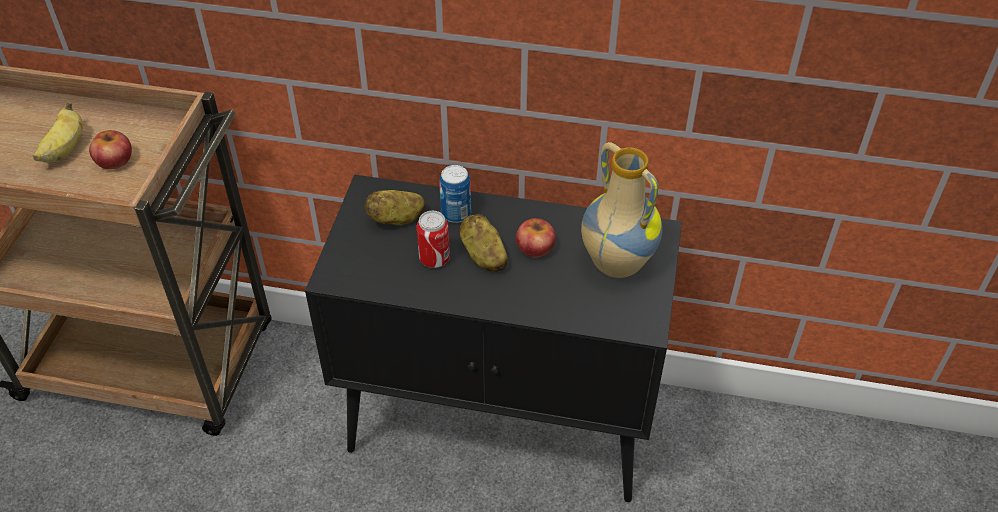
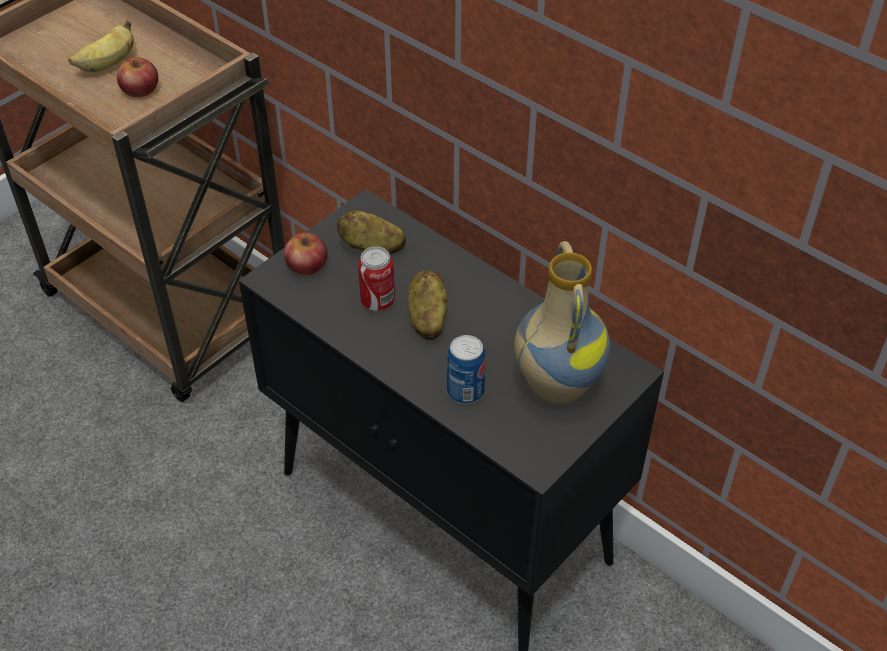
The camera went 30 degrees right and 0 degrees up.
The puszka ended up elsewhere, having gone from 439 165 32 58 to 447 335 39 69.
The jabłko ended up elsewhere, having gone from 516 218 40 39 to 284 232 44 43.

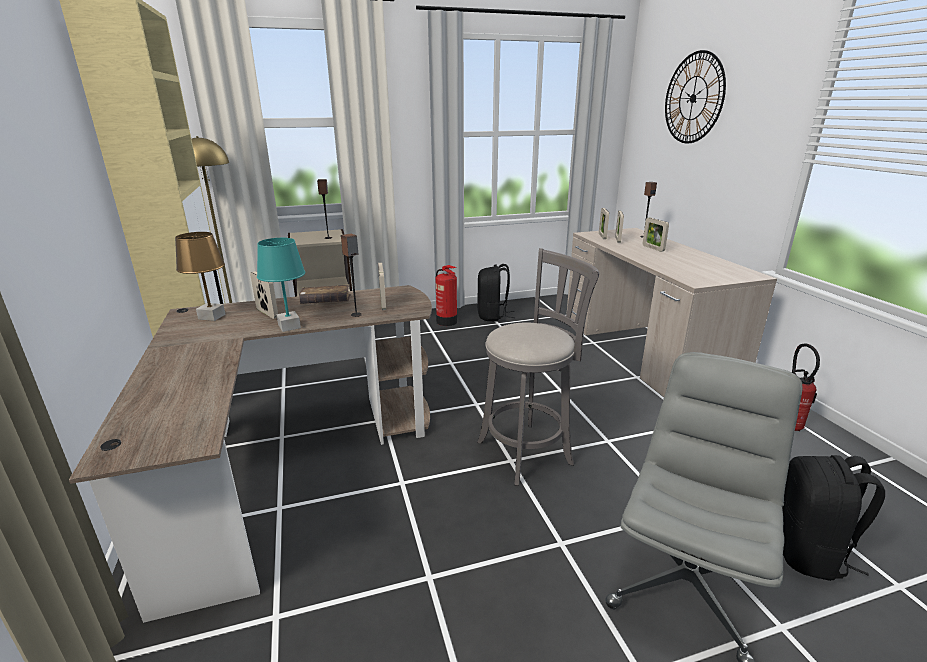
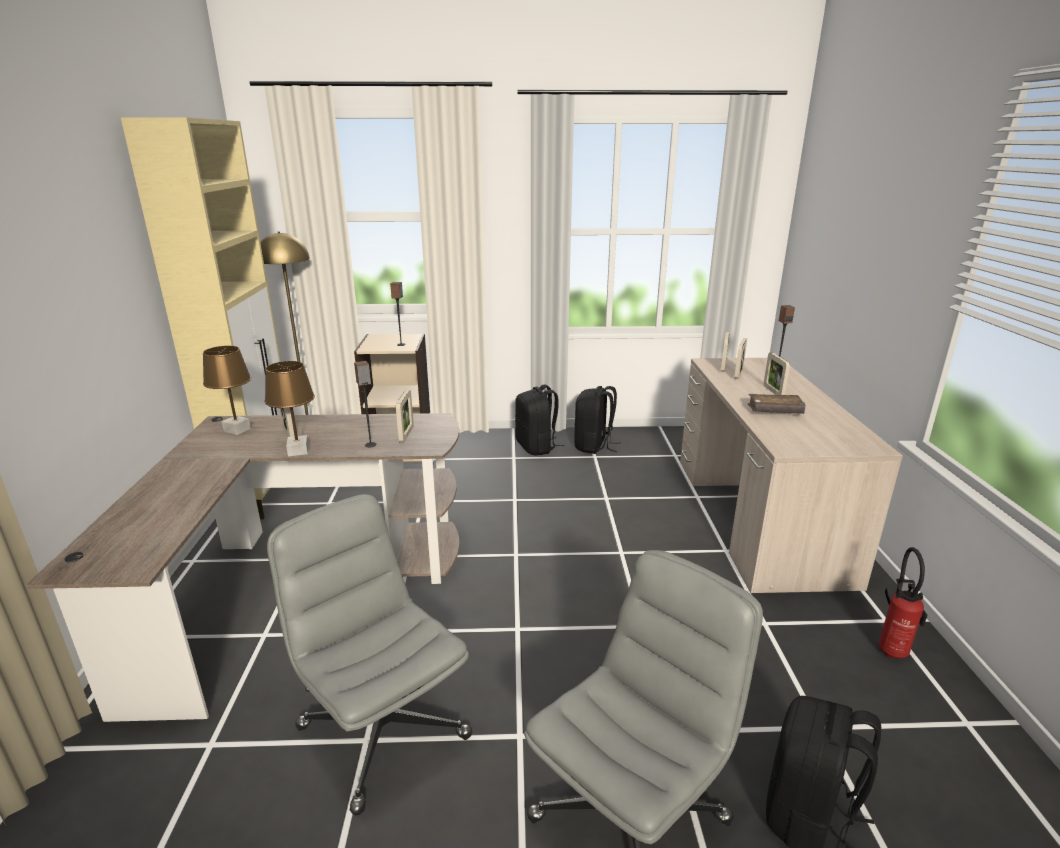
The camera went 15 degrees right and 0 degrees up.
The second view lost the zegar ścienny at 665 50 61 93.
What was the lampa stołowa (turkusowy) at 257 238 48 94 turned into the lampa stołowa (brązowy) at 265 361 50 95.
The second view lost the stołek (szary) at 477 248 122 238.
Where the gaśnica stood at 435 265 22 61, the plecak (czarny) came to stand at 515 385 49 71.
The książka (brązowy) ended up elsewhere, having gone from 299 284 52 20 to 748 394 58 20.
The second view gained the krzesło biurowe (szary) at 267 494 205 321.

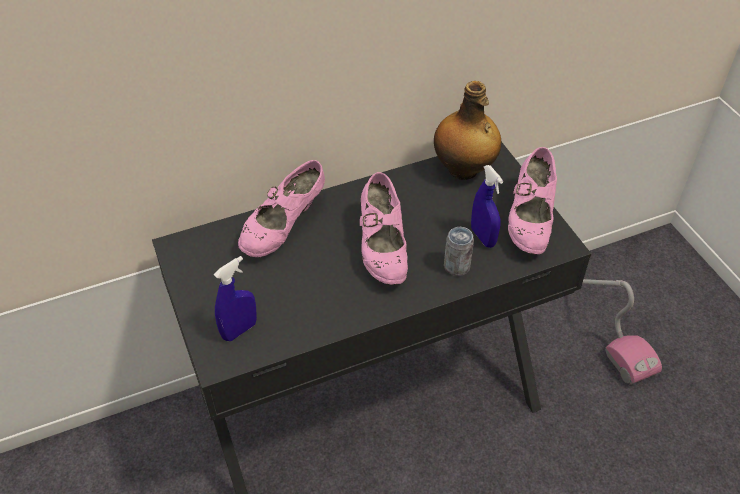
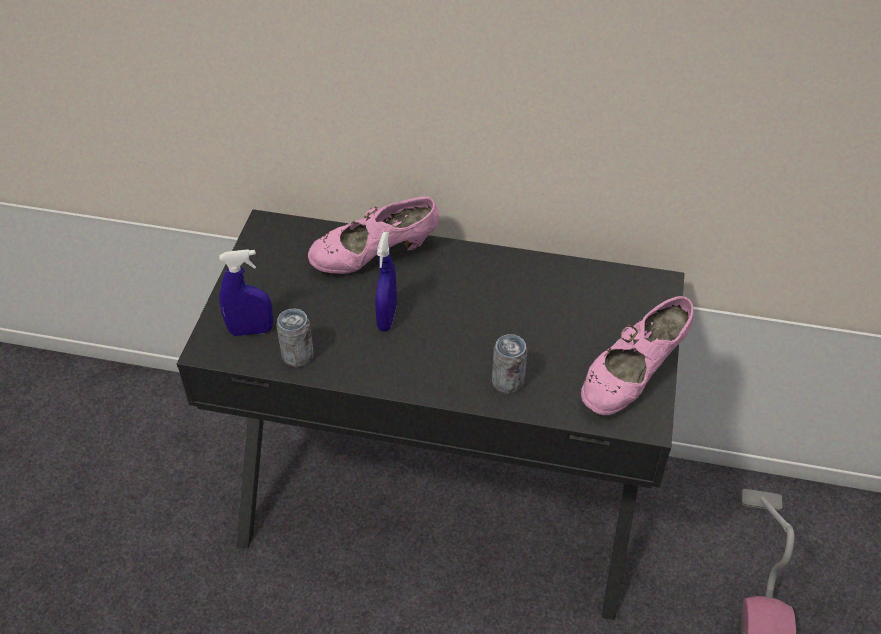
The camera went 35 degrees right and 0 degrees up.
The second view lost the butelka at 434 81 67 99.
The spryskiwacz (niebieski) ended up elsewhere, having gone from 471 165 32 83 to 375 232 22 99.
The second view lost the but (różowy) at 360 172 48 113.
The second view gained the puszka at 276 308 38 59.

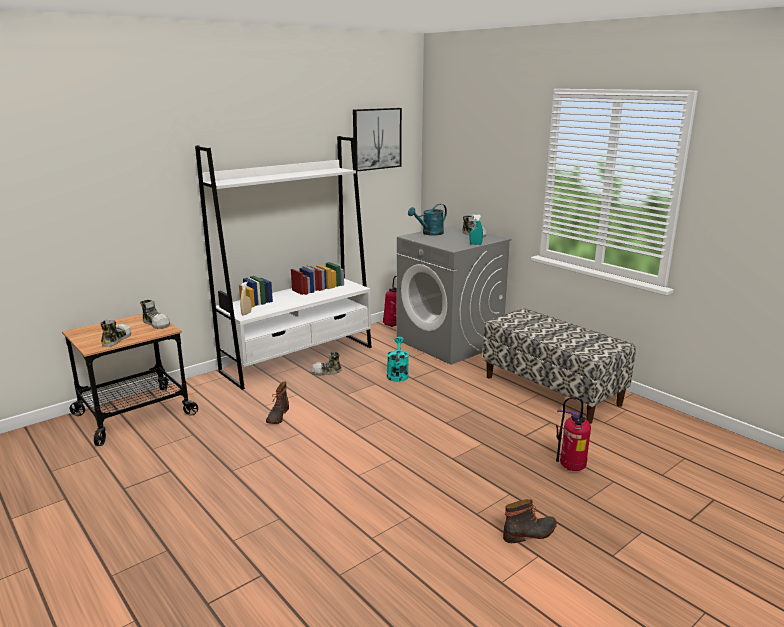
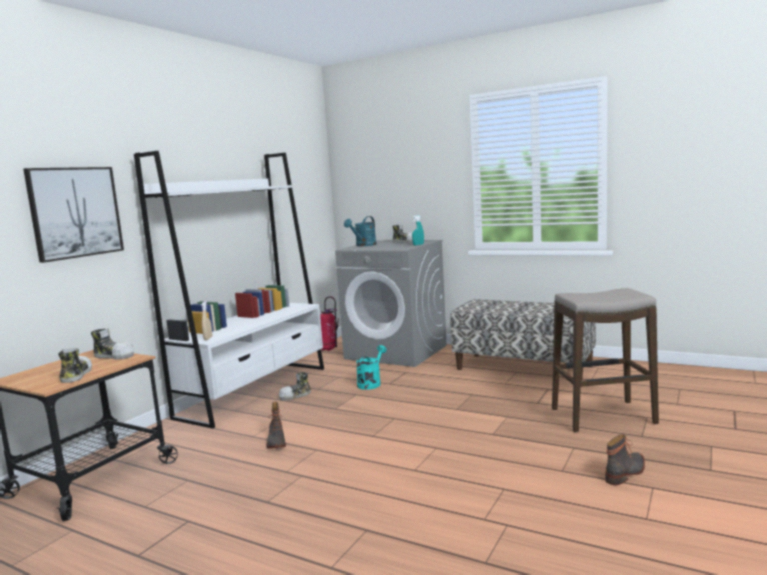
The camera went 20 degrees left and 10 degrees down.
The obraz ended up elsewhere, having gone from 353 108 49 64 to 23 167 101 96.
The konewka (turkusowy) at 387 337 22 45 ended up facing another way, 45 degrees clockwise from before.
Where the gaśnica stood at 556 397 35 74, the stołek came to stand at 552 288 107 144.

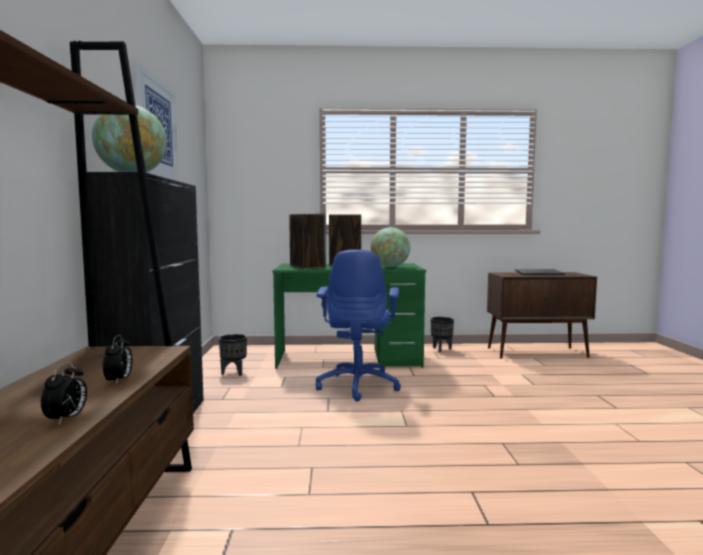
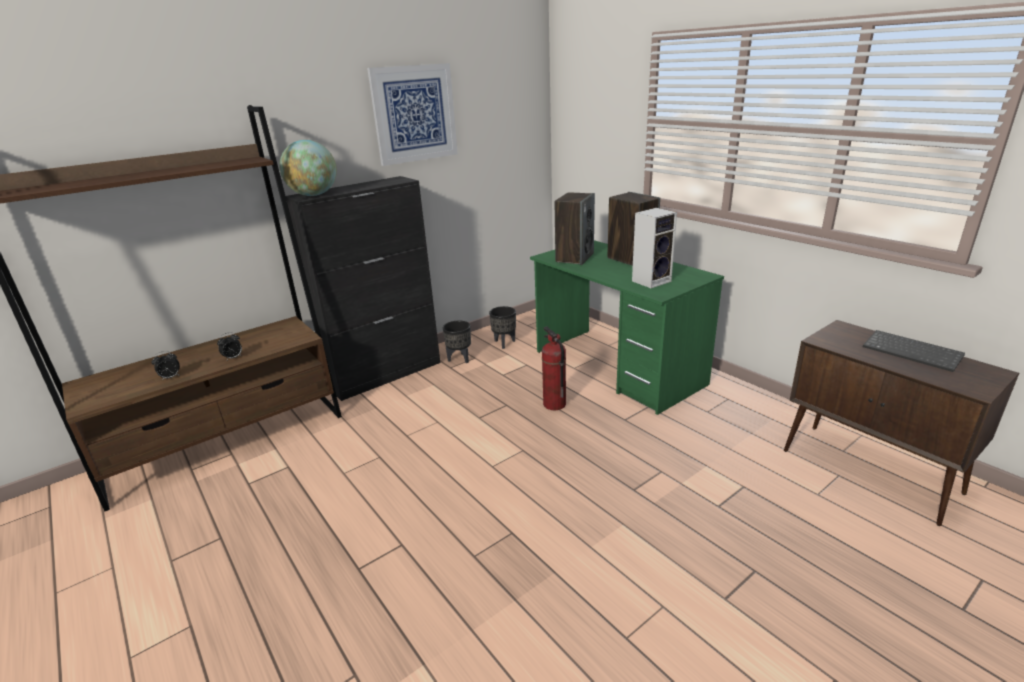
The camera went 55 degrees right and 20 degrees up.
Where the globus stood at 370 227 40 40, the głośnik came to stand at 632 208 45 80.
Where the krzesło biurowe (niebieski) stood at 316 249 85 152, the gaśnica came to stand at 542 326 24 85.
The donica (czarny) ended up elsewhere, having gone from 431 317 23 35 to 443 321 28 42.

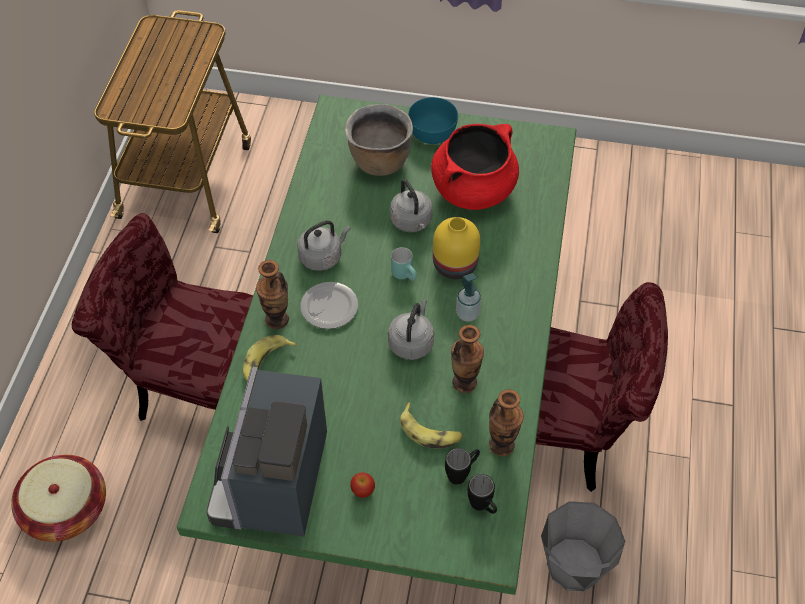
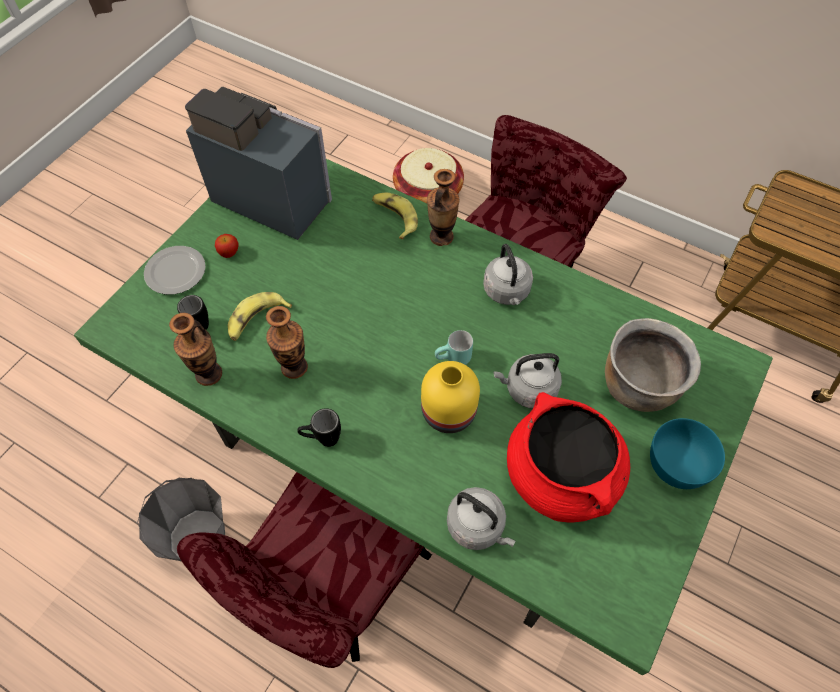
The camera went 110 degrees right and 5 degrees up.
The second view lost the dozownik mydła at 456 273 25 49.
The talerz ended up elsewhere, having gone from 300 282 58 47 to 144 246 62 49.
The czajnik (szary) ended up elsewhere, having gone from 388 299 46 61 to 447 487 68 63.
The kubek (czarny) ended up elsewhere, having gone from 467 474 30 40 to 297 408 44 39.

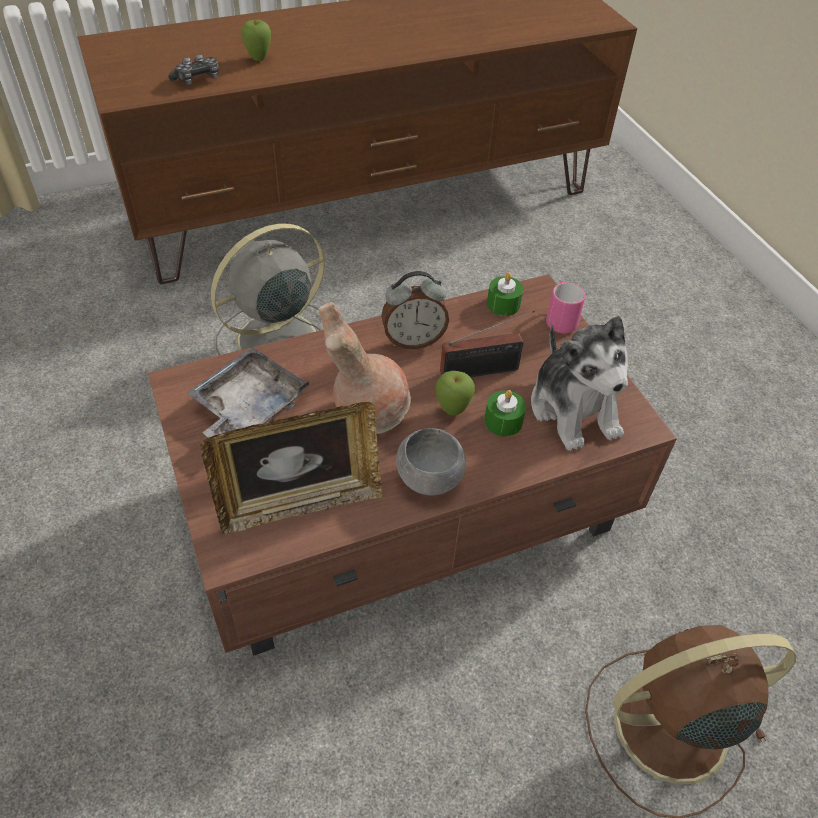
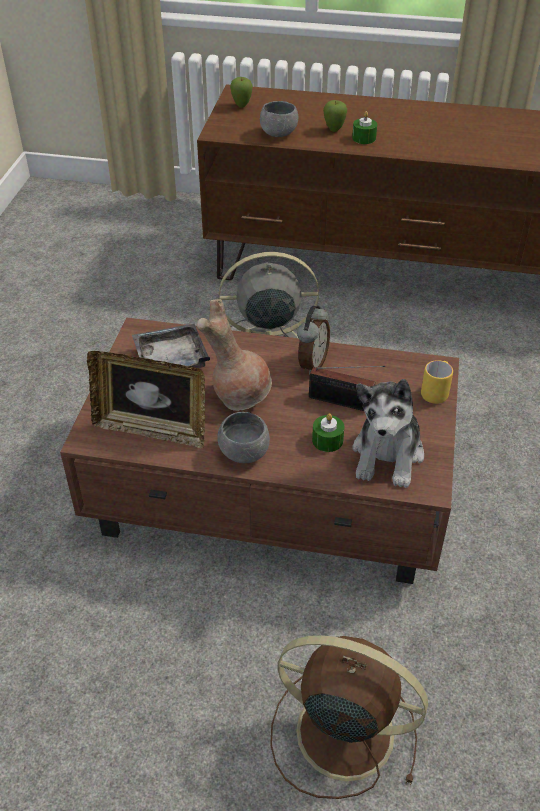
The camera went 35 degrees right and 5 degrees down.
Where the pad do gier stood at 168 55 51 30, the miska (szary) came to stand at 260 101 38 36.
The budzik at 381 271 68 78 ended up facing another way, 90 degrees counterclockwise from before.
The świeca (zielony) ended up elsewhere, having gone from 487 273 36 43 to 352 111 25 33.
What was the kubek (różowy) at 546 282 39 51 turned into the kubek (żółty) at 421 360 32 44.
The jabłko ended up elsewhere, having gone from 436 371 39 45 to 230 77 23 31.

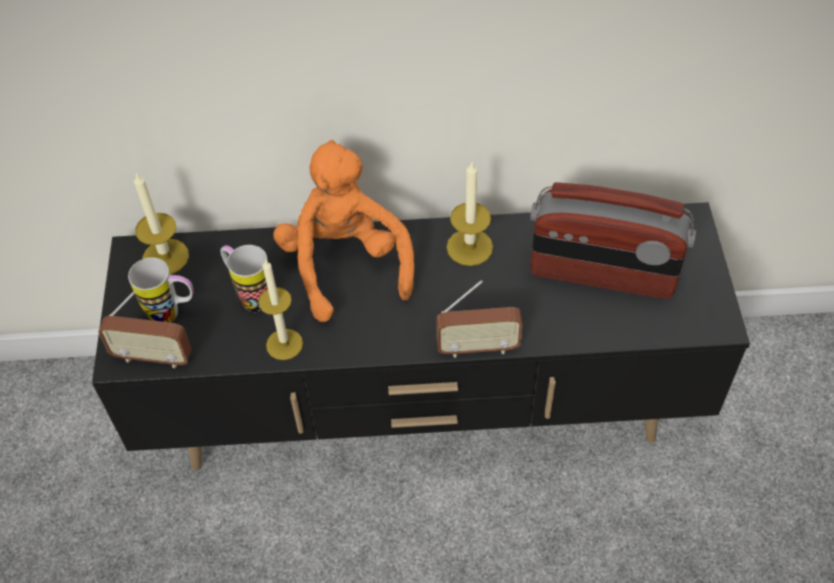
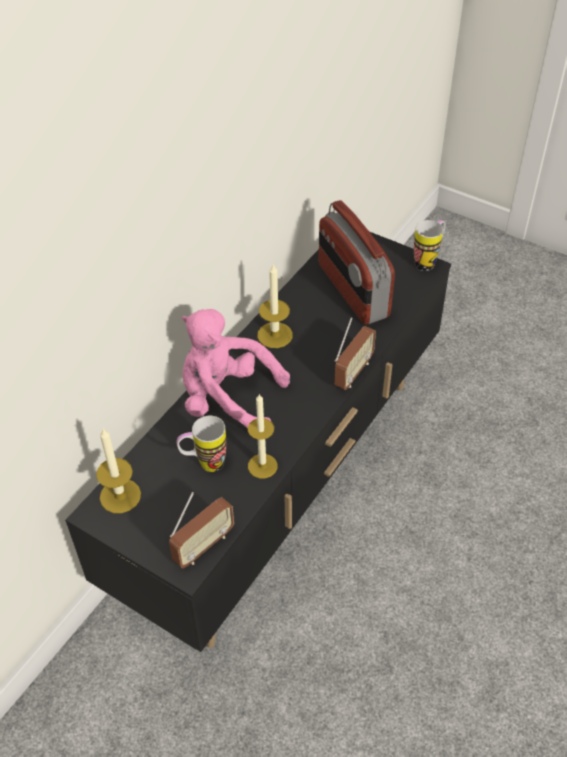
The camera went 55 degrees left and 5 degrees down.
What was the pluszak (pomarańczowy) at 273 140 141 182 turned into the pluszak (różowy) at 182 309 108 119.
The radio at 530 182 166 117 ended up facing another way, 105 degrees clockwise from before.
The kubek ended up elsewhere, having gone from 128 257 65 66 to 414 220 32 51.

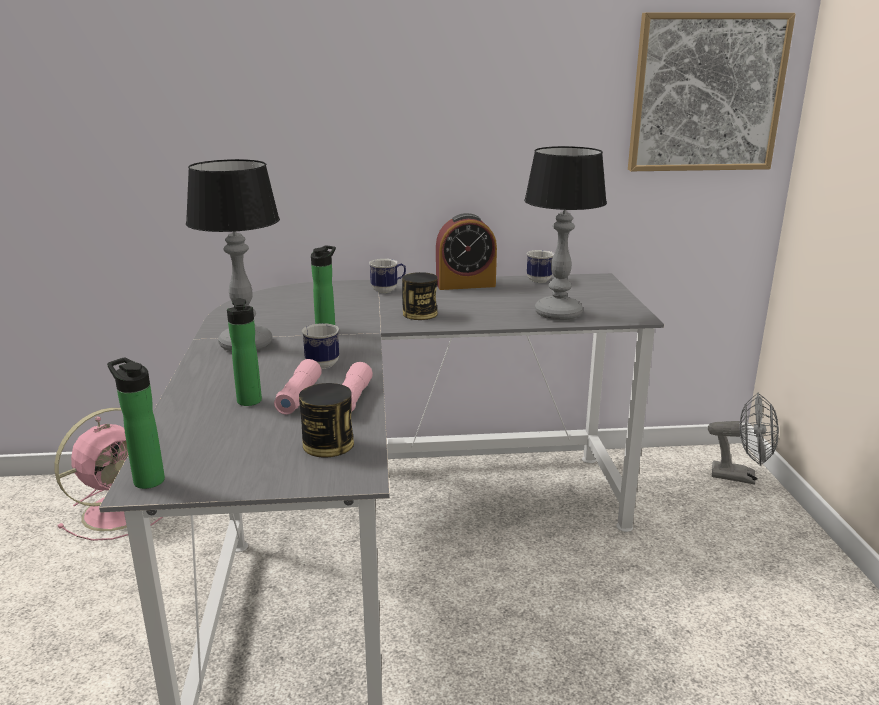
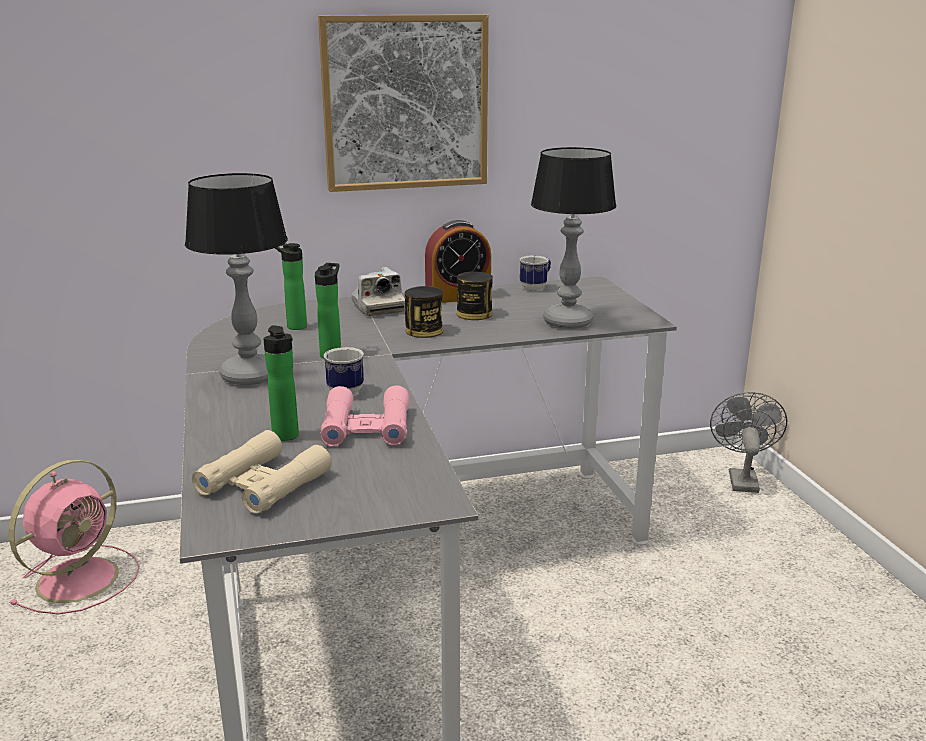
The camera went 10 degrees left and 0 degrees up.
The obraz ended up elsewhere, having gone from 628 13 168 158 to 318 14 171 178.
Where the kubek stood at 369 259 37 34, the aparat fotograficzny came to stand at 351 267 54 49.
The butelka ended up elsewhere, having gone from 107 357 58 132 to 275 243 32 87.
The puszka ended up elsewhere, having gone from 299 383 55 75 to 457 272 36 48.
The wentylator (szary) at 708 393 71 92 ended up facing another way, 90 degrees counterclockwise from before.
The second view gained the lornetka (beżowy) at 192 430 140 84.

